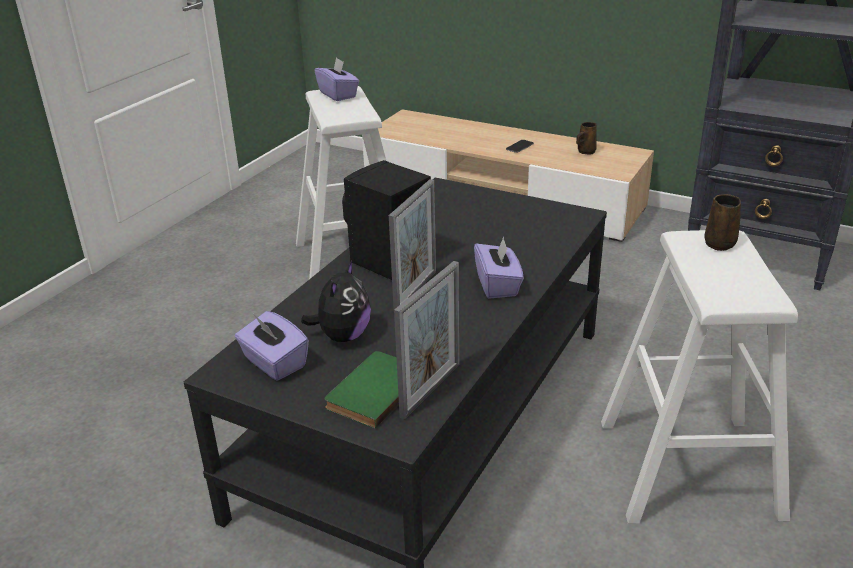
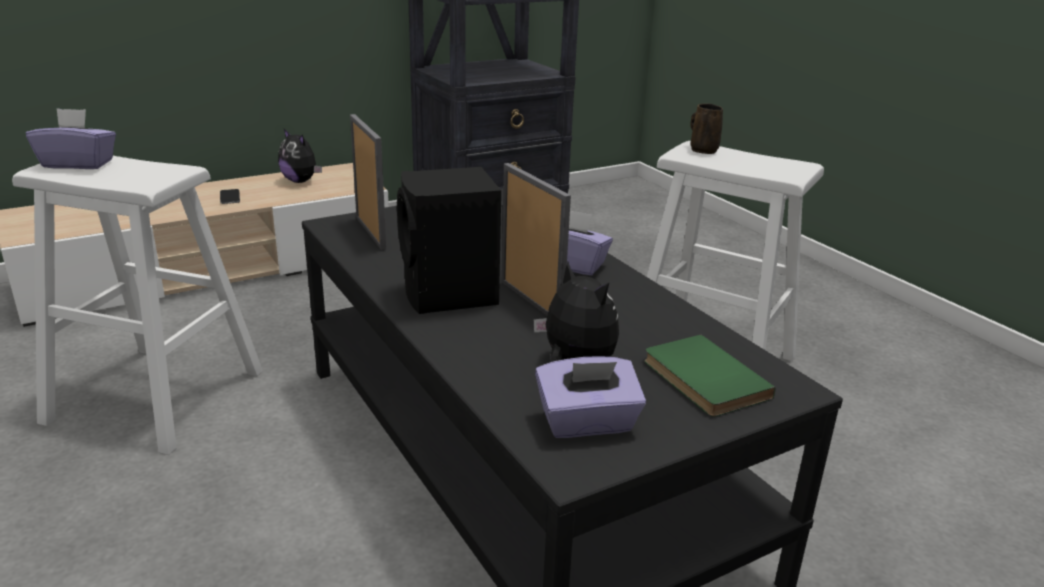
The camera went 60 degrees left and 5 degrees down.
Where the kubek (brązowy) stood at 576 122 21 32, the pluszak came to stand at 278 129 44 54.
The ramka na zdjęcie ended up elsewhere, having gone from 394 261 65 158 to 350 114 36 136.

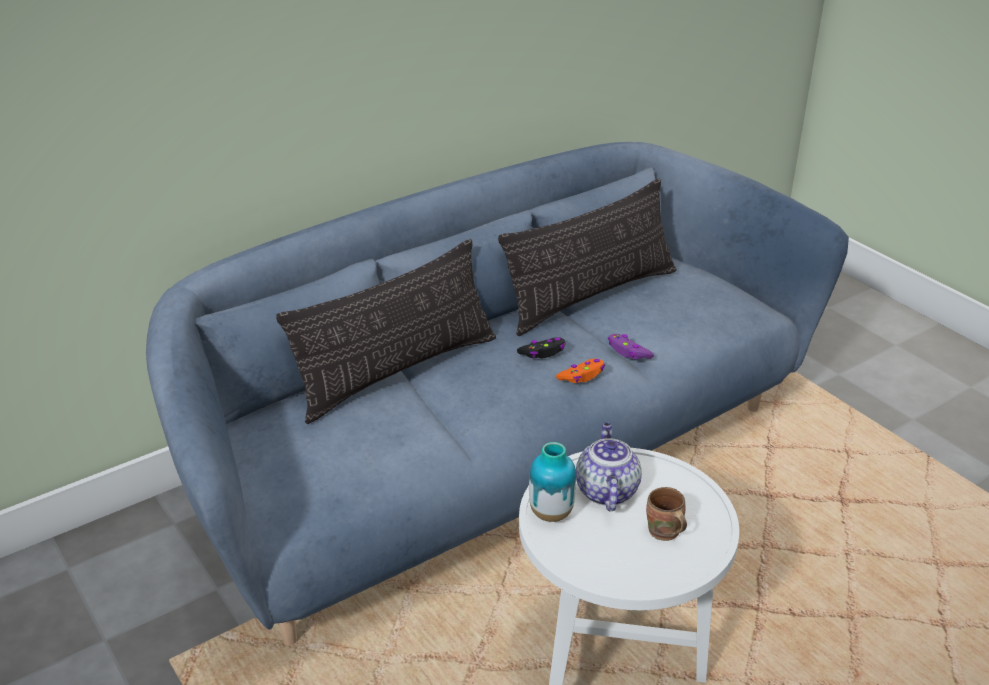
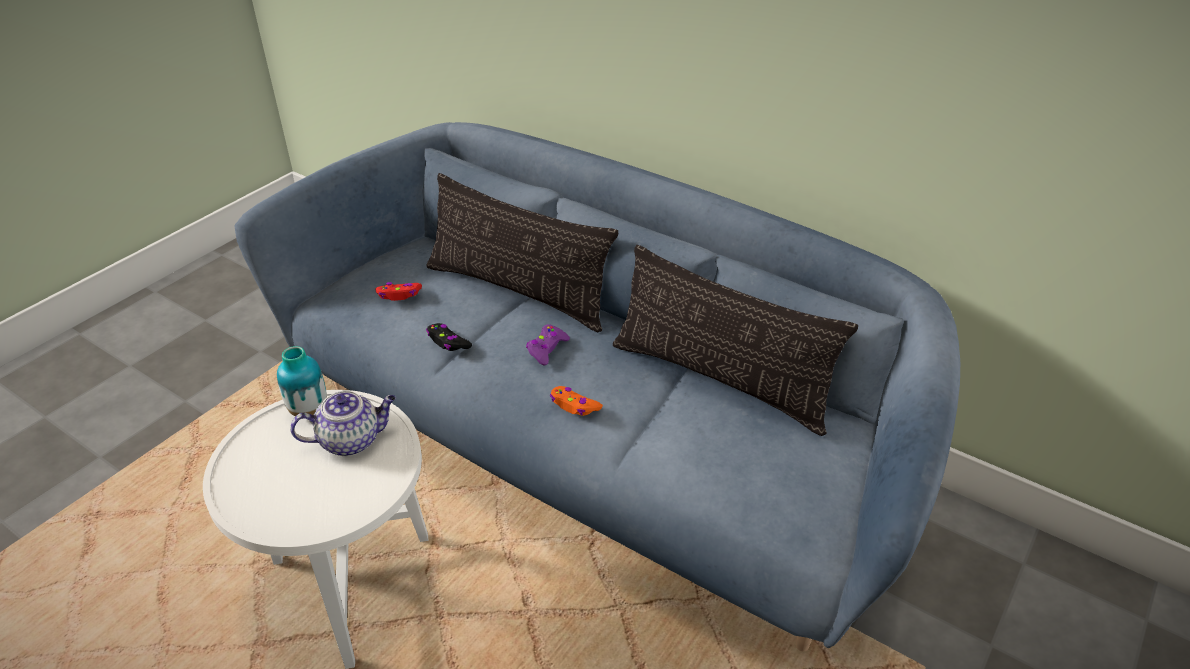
The camera went 70 degrees right and 5 degrees up.
The pad do gier (fioletowy) ended up elsewhere, having gone from 608 334 46 25 to 526 324 44 42.
The pad do gier (czarny) ended up elsewhere, having gone from 517 337 49 22 to 426 323 46 28.
The second view lost the kubek (brązowy) at 646 487 41 54.
The second view gained the pad do gier (czerwony) at 376 282 46 19.

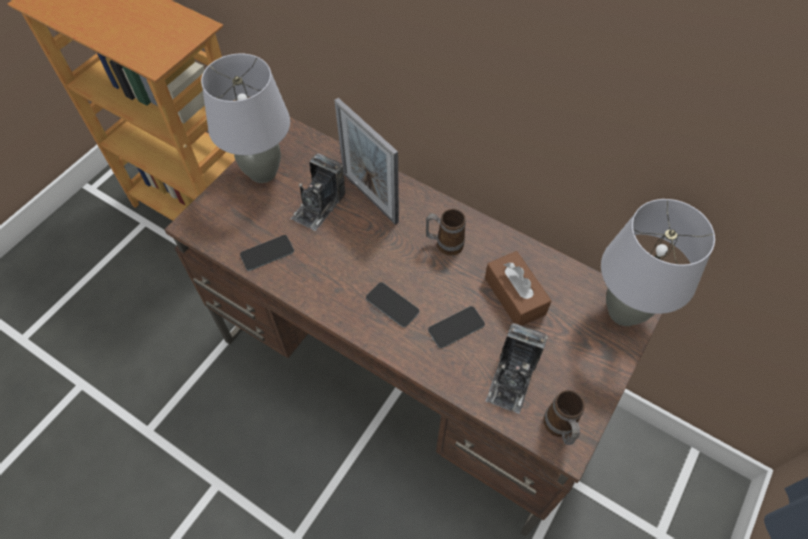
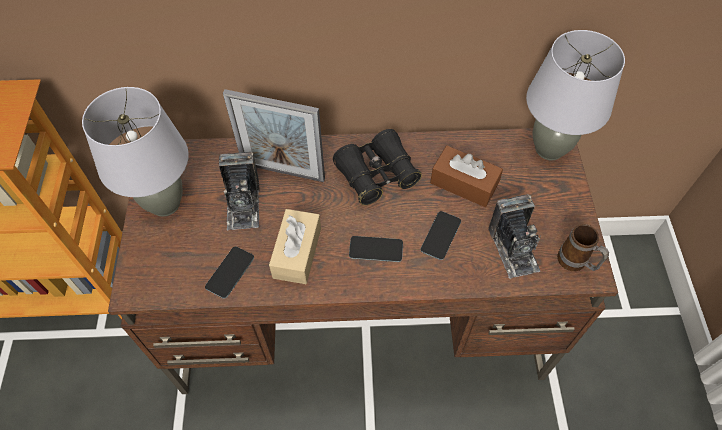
The camera went 35 degrees left and 0 degrees up.
Where the kubek stood at 426 209 40 47, the lornetka (czarny) came to stand at 333 129 89 76.
The second view gained the pudełko chusteczek (beżowy) at 269 209 52 75.

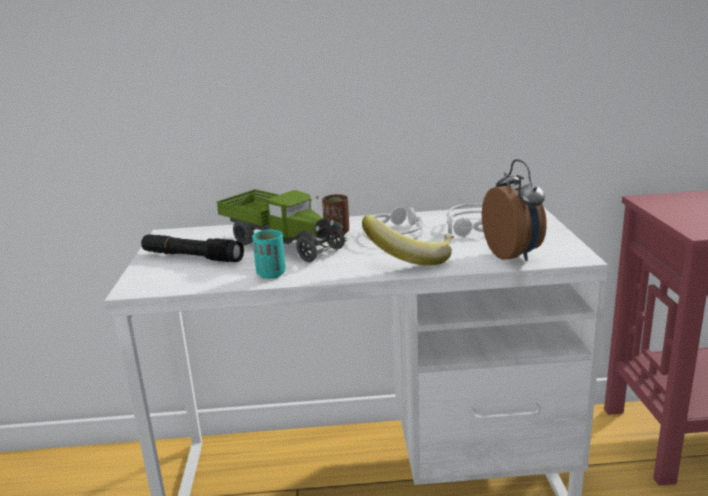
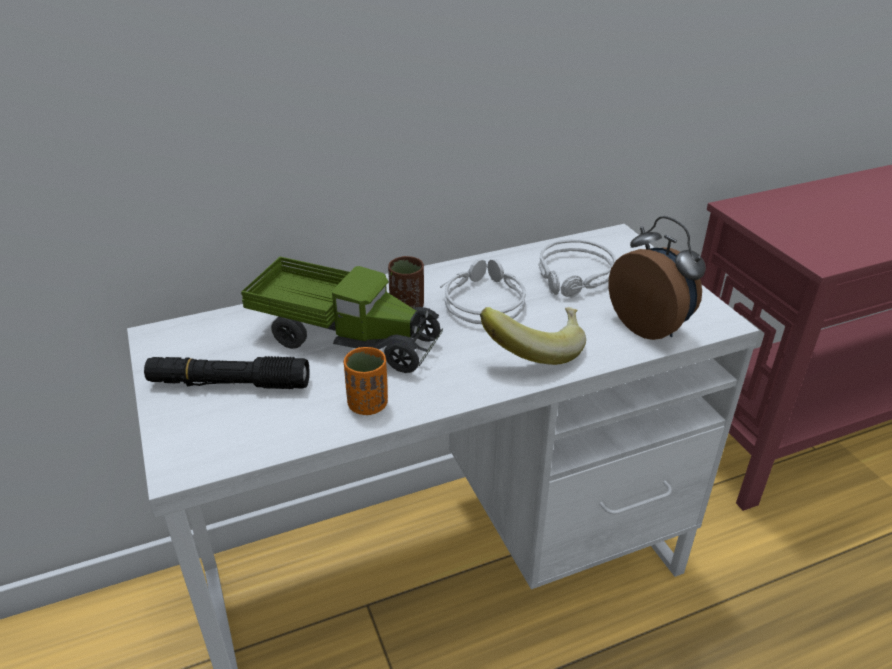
The camera went 20 degrees left and 15 degrees up.
What was the filiżanka (turkusowy) at 252 230 33 49 turned into the filiżanka (pomarańczowy) at 344 347 44 68.

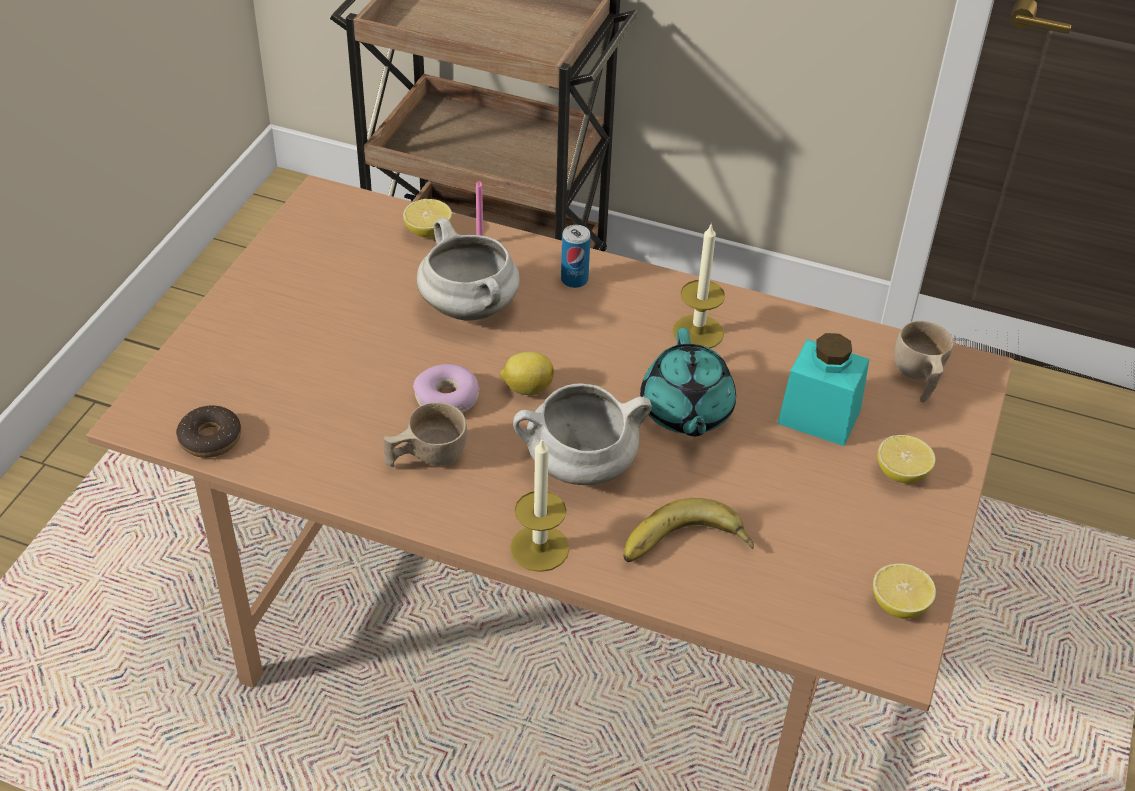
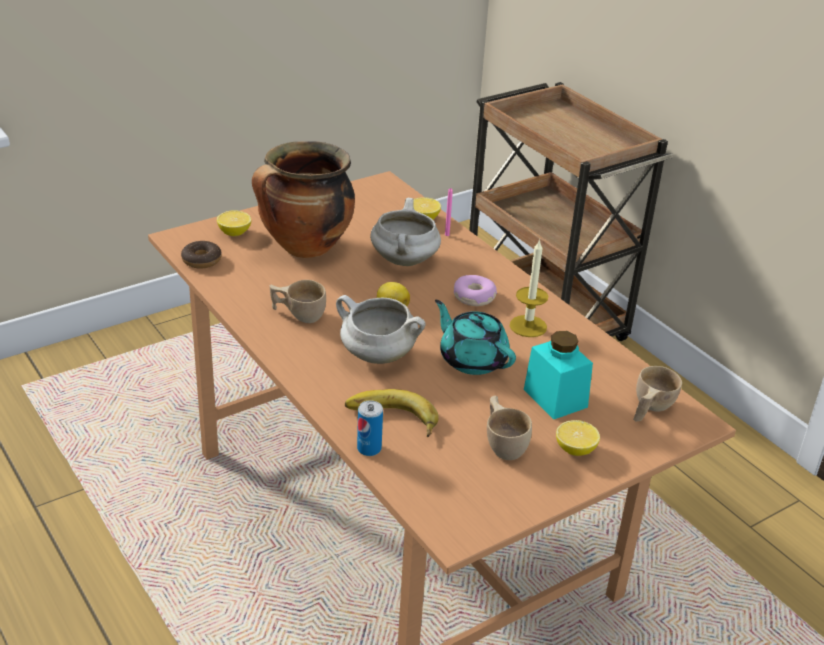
The camera went 35 degrees right and 10 degrees down.
The puszka ended up elsewhere, having gone from 561 225 30 63 to 357 400 26 56.
The imbryk (turkusowy) at 640 328 96 108 ended up facing another way, 105 degrees clockwise from before.
The donut ended up elsewhere, having gone from 413 364 67 49 to 454 275 43 31.
The second view lost the świeca at 510 439 60 133.
The cytryna ended up elsewhere, having gone from 873 563 63 56 to 217 210 34 26.
The second view gained the garnek at 252 141 103 117.
The second view gained the filiżanka (beżowy) at 487 395 45 65.

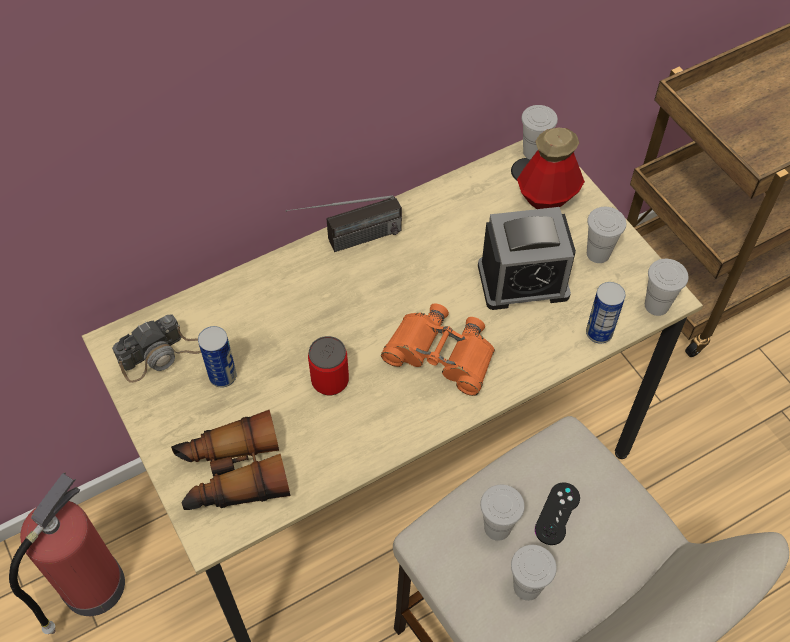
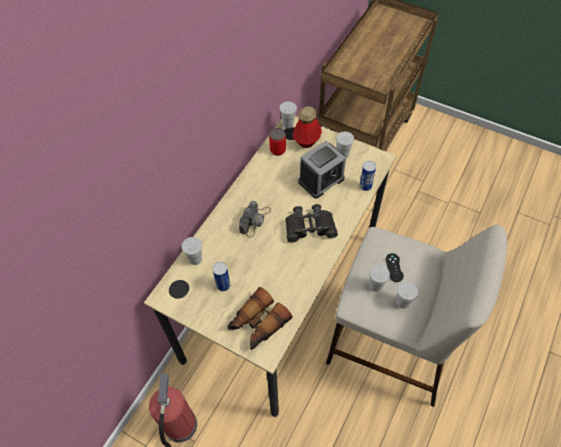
The camera went 30 degrees left and 0 degrees up.
The second view lost the radio at 286 195 116 57.
The filiżanka (biały) ended up elsewhere, having gone from 645 259 44 57 to 182 237 20 28.
What was the lornetka (pomarańczowy) at 381 303 114 93 turned into the lornetka (czarny) at 285 204 53 39.
The aparat fotograficzny ended up elsewhere, having gone from 112 315 89 68 to 239 201 32 37.
The puszka ended up elsewhere, having gone from 308 336 41 59 to 269 128 17 28.

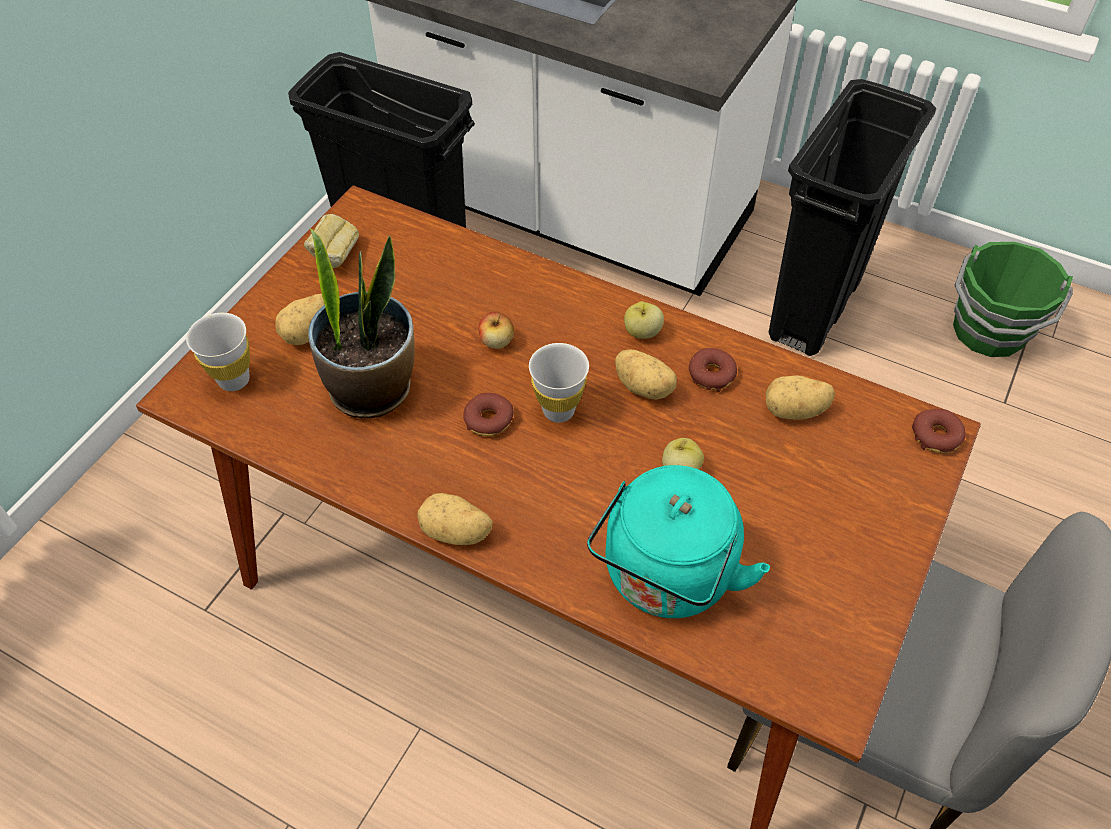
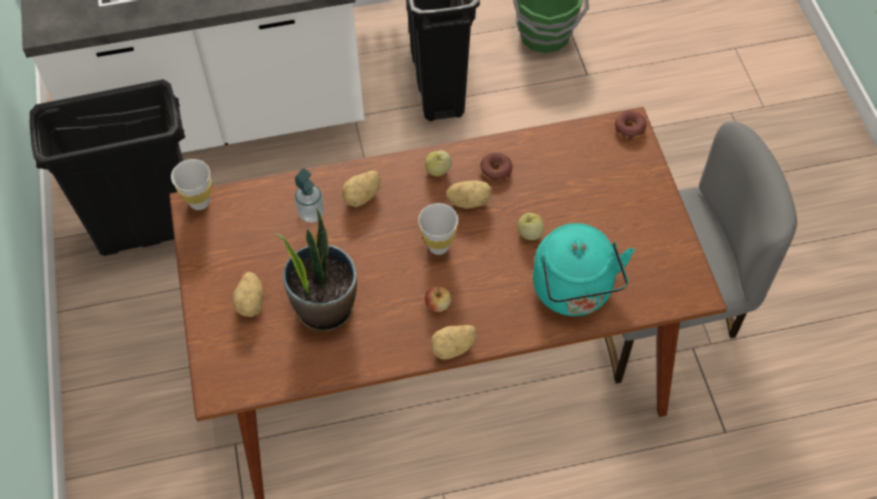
The camera went 40 degrees left and 5 degrees up.
The second view lost the chleb at 304 214 55 54.
The jabłko ended up elsewhere, having gone from 478 312 36 37 to 425 286 27 26.
The filiżanka (biały) ended up elsewhere, having gone from 186 313 64 78 to 171 159 40 51.
The ziemniak ended up elsewhere, having gone from 766 375 69 45 to 342 170 39 37.
The second view lost the donut at 463 393 51 43.
The second view gained the dozownik mydła at 295 168 30 55.

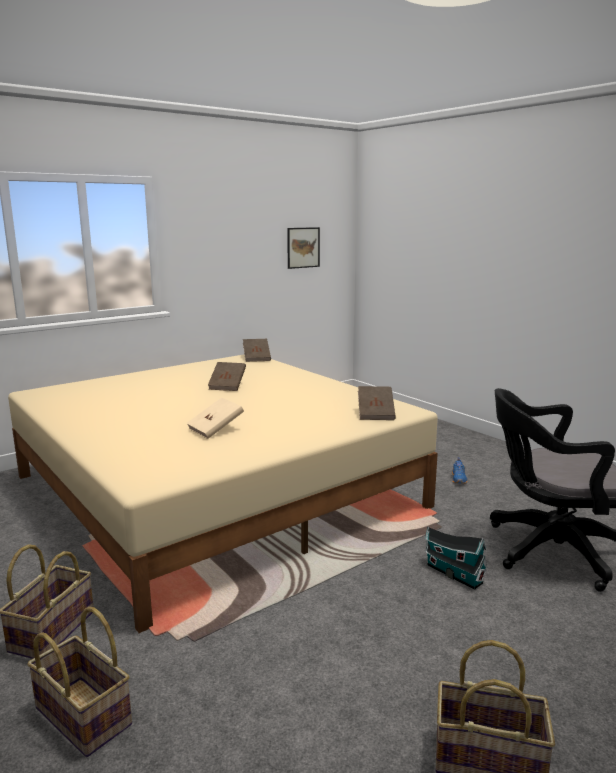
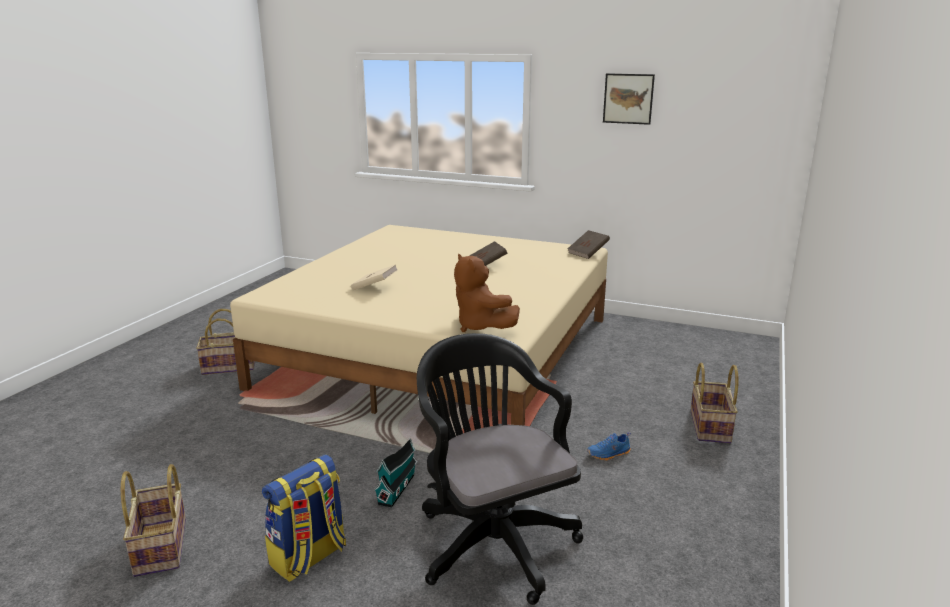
The camera went 60 degrees right and 5 degrees up.
The obraz ended up elsewhere, having gone from 287 227 33 42 to 603 73 52 52.
Where the książka (brązowy) stood at 358 386 38 34, the pluszak (brązowy) came to stand at 454 253 66 79.
The koszyk ended up elsewhere, having gone from 27 607 105 150 to 690 363 49 80.
The second view gained the plecak at 262 454 84 128.

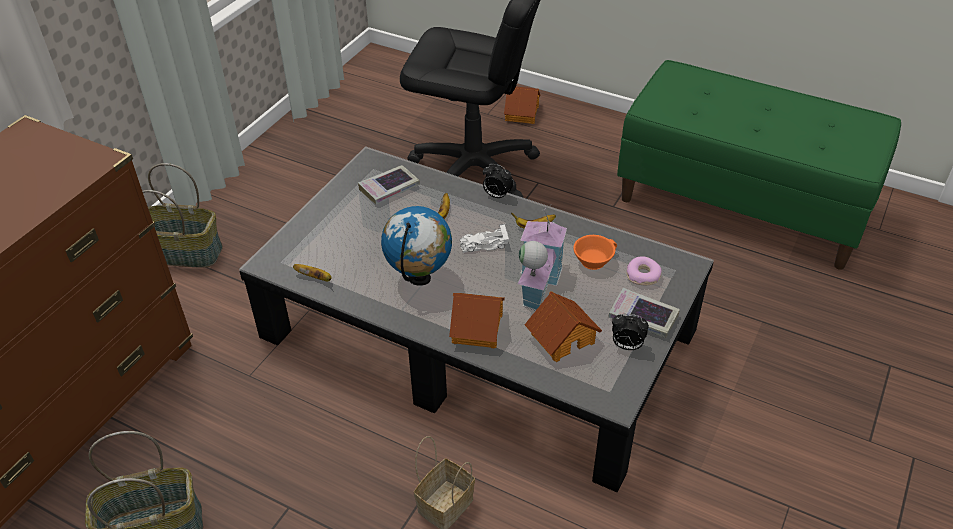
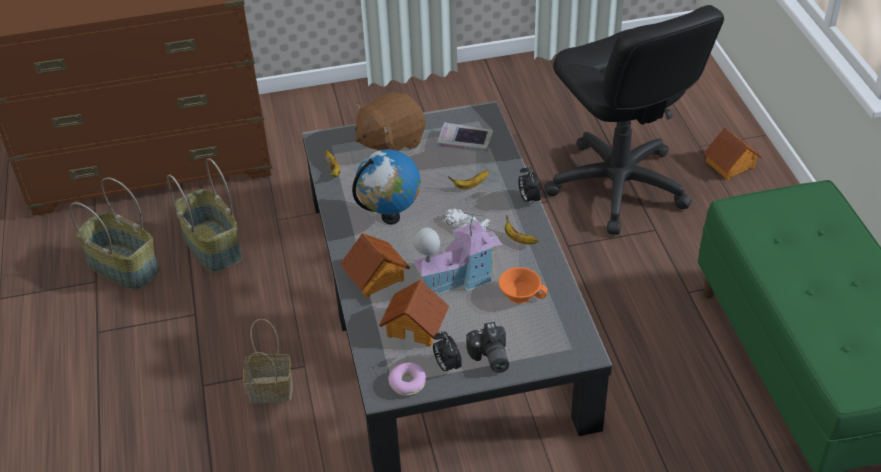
The camera went 50 degrees right and 0 degrees up.
The koszyk ended up elsewhere, having gone from 142 163 81 104 to 167 158 75 114.
The donut ended up elsewhere, having gone from 626 256 36 29 to 388 363 38 33.
Where the książka stood at 608 288 72 50, the aparat fotograficzny came to stand at 466 322 43 51.
The second view gained the pluszak (brązowy) at 355 92 71 59.

